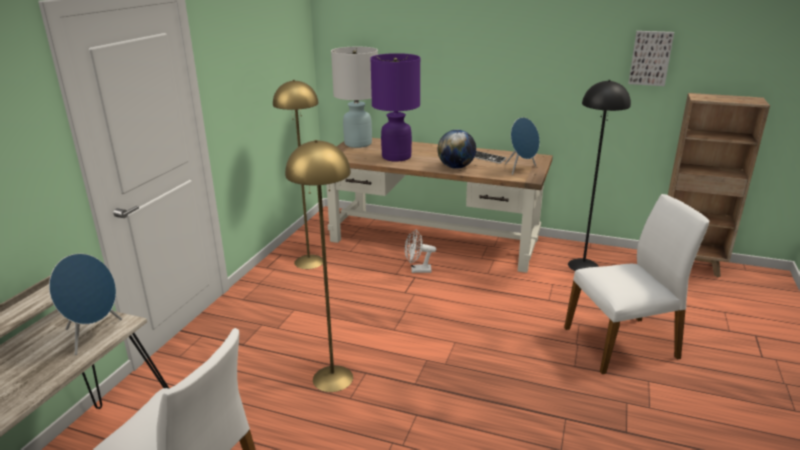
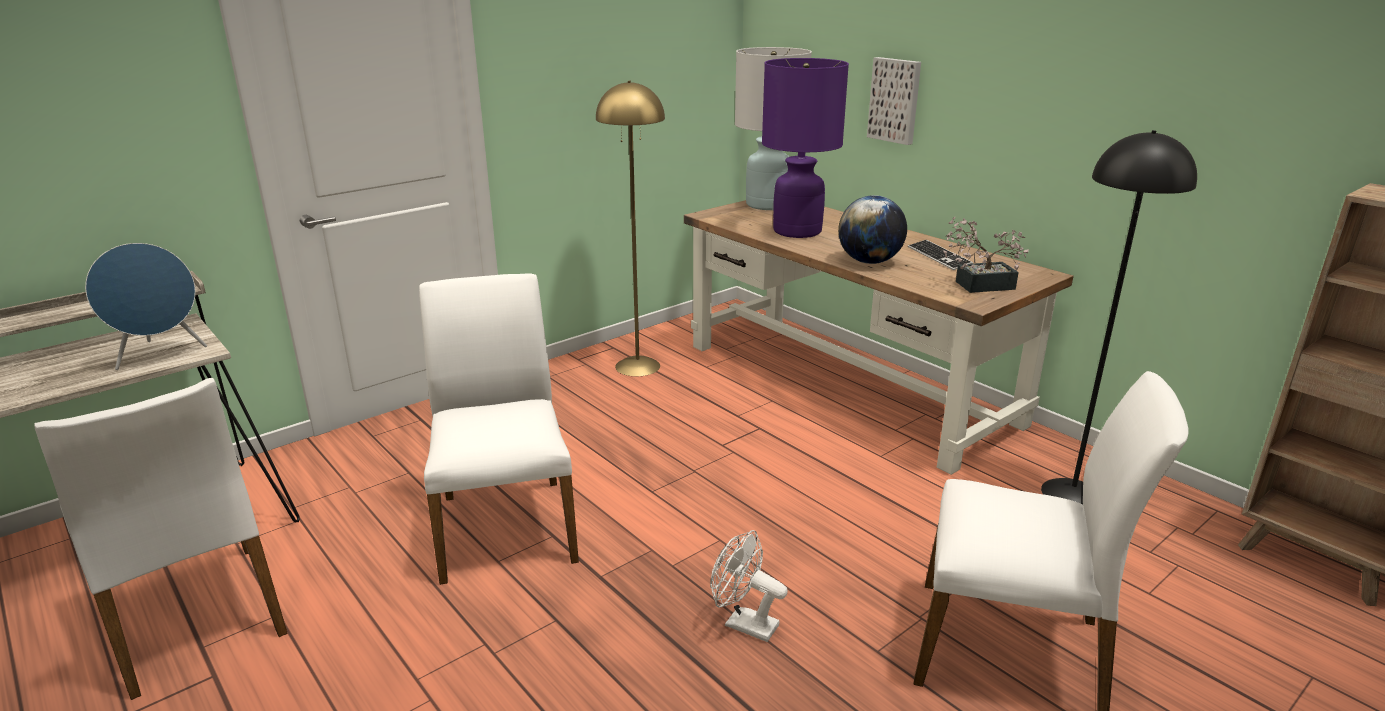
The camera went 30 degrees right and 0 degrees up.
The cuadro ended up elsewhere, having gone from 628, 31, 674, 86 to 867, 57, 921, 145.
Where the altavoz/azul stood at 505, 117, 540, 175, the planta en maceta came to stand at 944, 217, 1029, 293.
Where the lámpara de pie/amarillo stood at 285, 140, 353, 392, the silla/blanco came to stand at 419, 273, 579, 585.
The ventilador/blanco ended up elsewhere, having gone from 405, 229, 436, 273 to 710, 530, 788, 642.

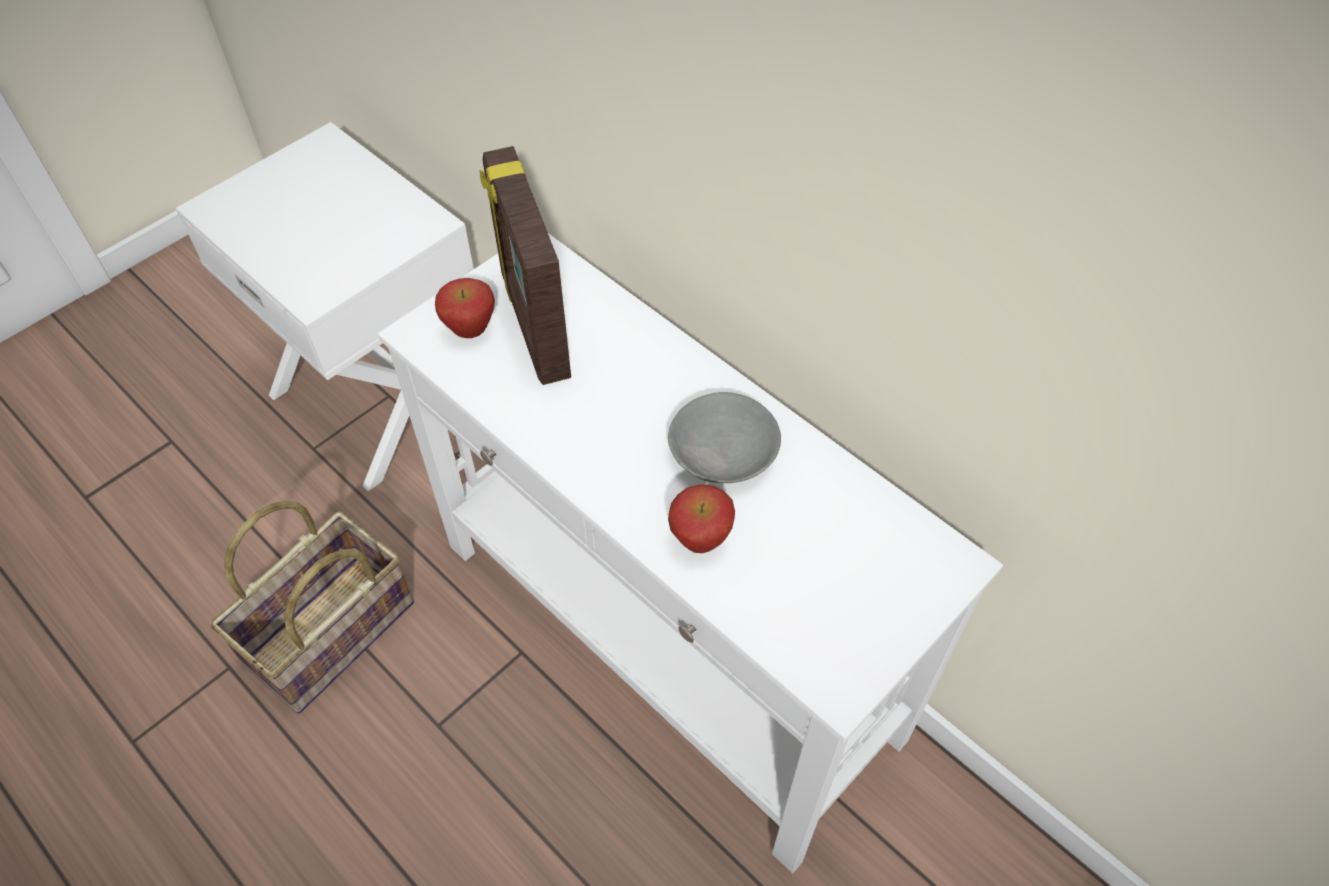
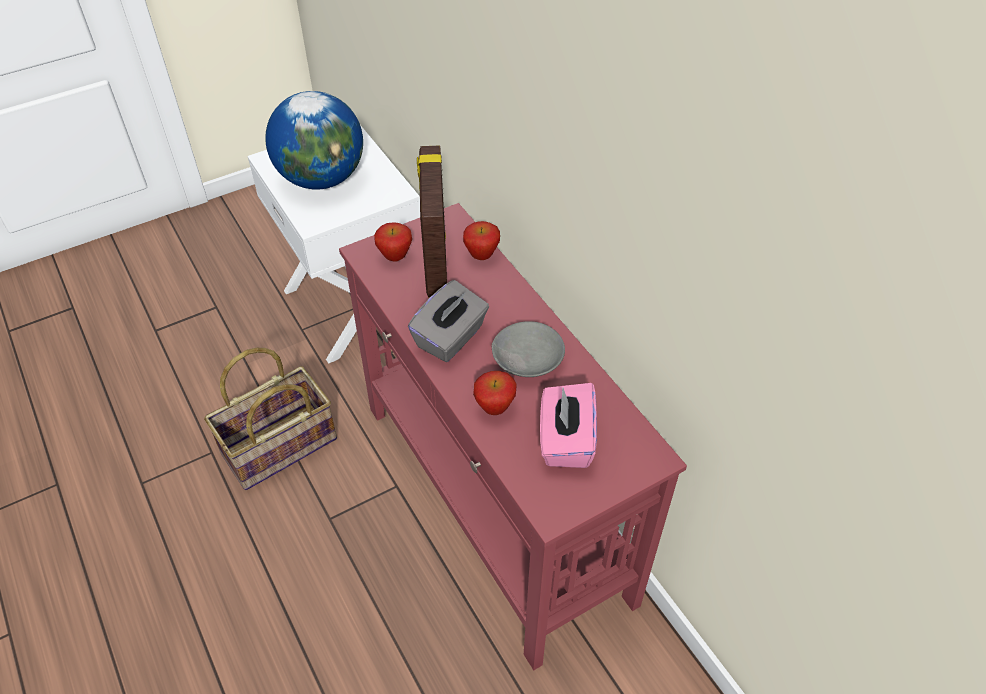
The camera went 15 degrees right and 5 degrees down.
What was the mesa consola/blanco at 378, 233, 1003, 873 turned into the mesa consola/rojo at 339, 203, 687, 670.
The second view gained the globo terráqueo at 265, 91, 363, 190.
The second view gained the manzana at 463, 221, 500, 260.
The second view gained the caja de pañuelos/gris at 408, 280, 489, 362.
The second view gained the caja de pañuelos/rosa at 540, 383, 597, 468.

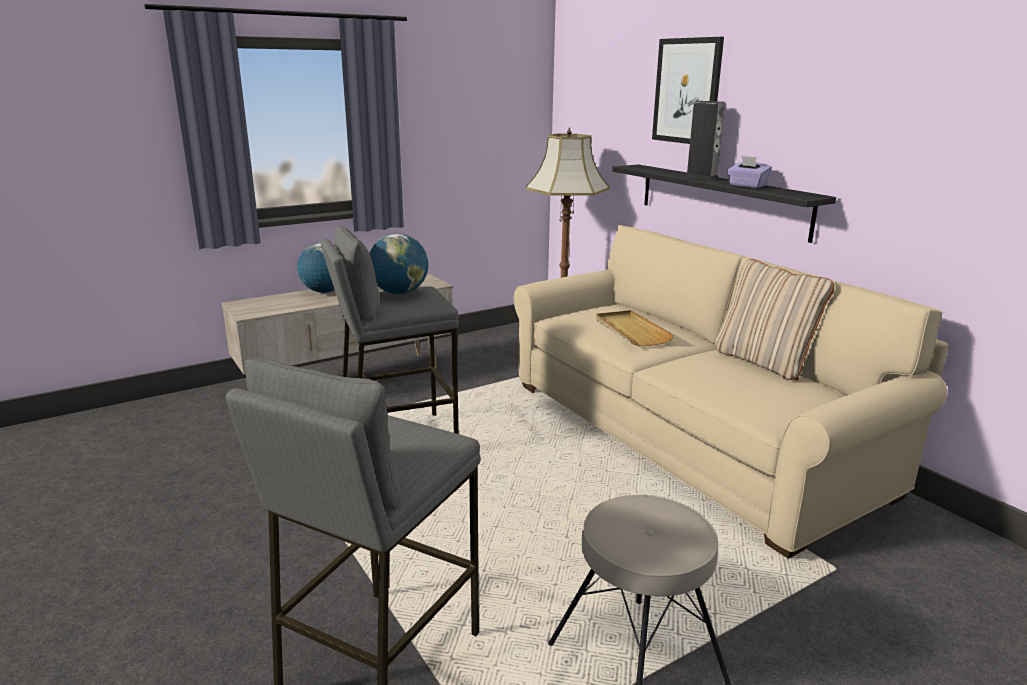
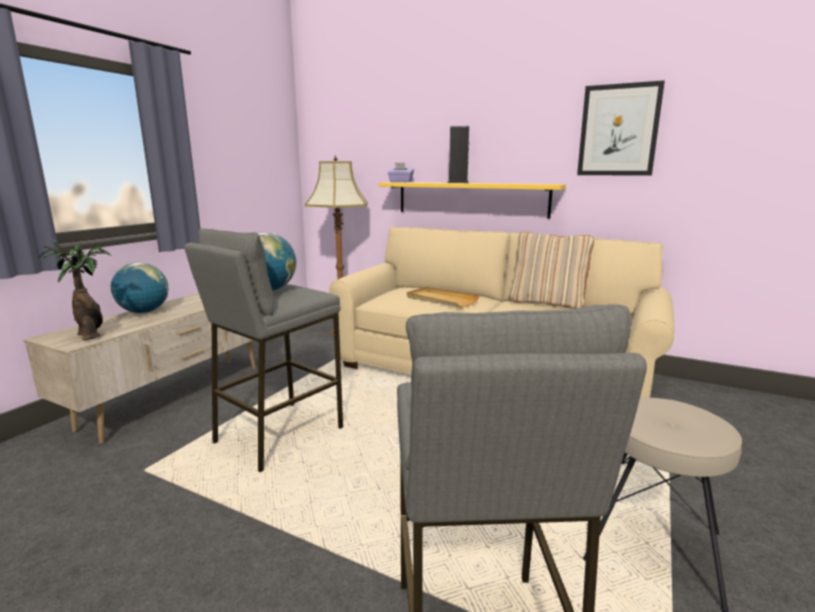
The camera went 30 degrees left and 5 degrees down.
The cuadro ended up elsewhere, having gone from 652, 37, 724, 144 to 577, 80, 665, 176.
The caja de pañuelos/morado ended up elsewhere, having gone from 727, 156, 772, 188 to 387, 163, 414, 182.
What was the estante/negro at 612, 164, 836, 243 turned into the estante/amarillo at 379, 182, 566, 219.
The second view gained the planta en maceta at 37, 239, 112, 340.

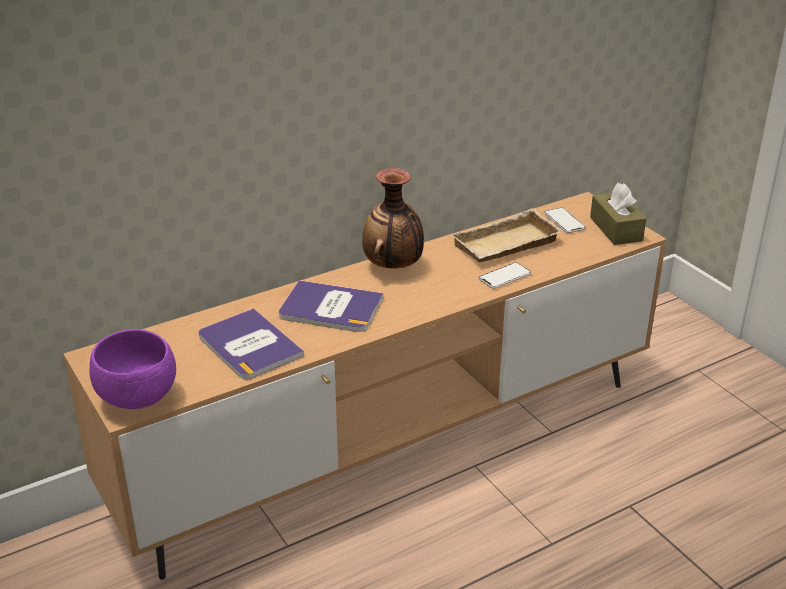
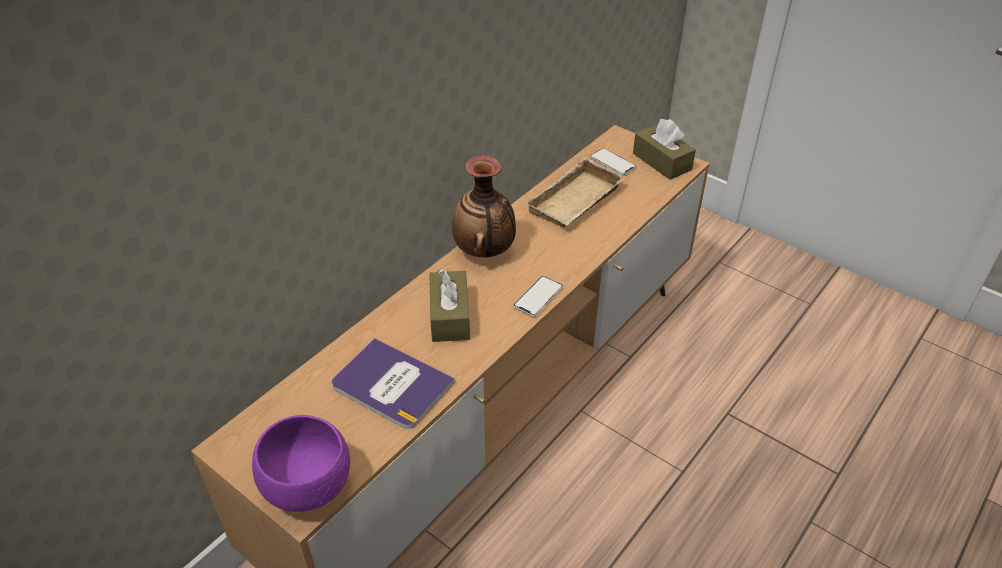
The camera went 20 degrees left and 10 degrees up.
The móvil ended up elsewhere, having gone from 478, 262, 532, 289 to 513, 276, 563, 317.
Where the libro stood at 279, 280, 383, 332, the caja de pañuelos/marrón came to stand at 429, 269, 470, 342.

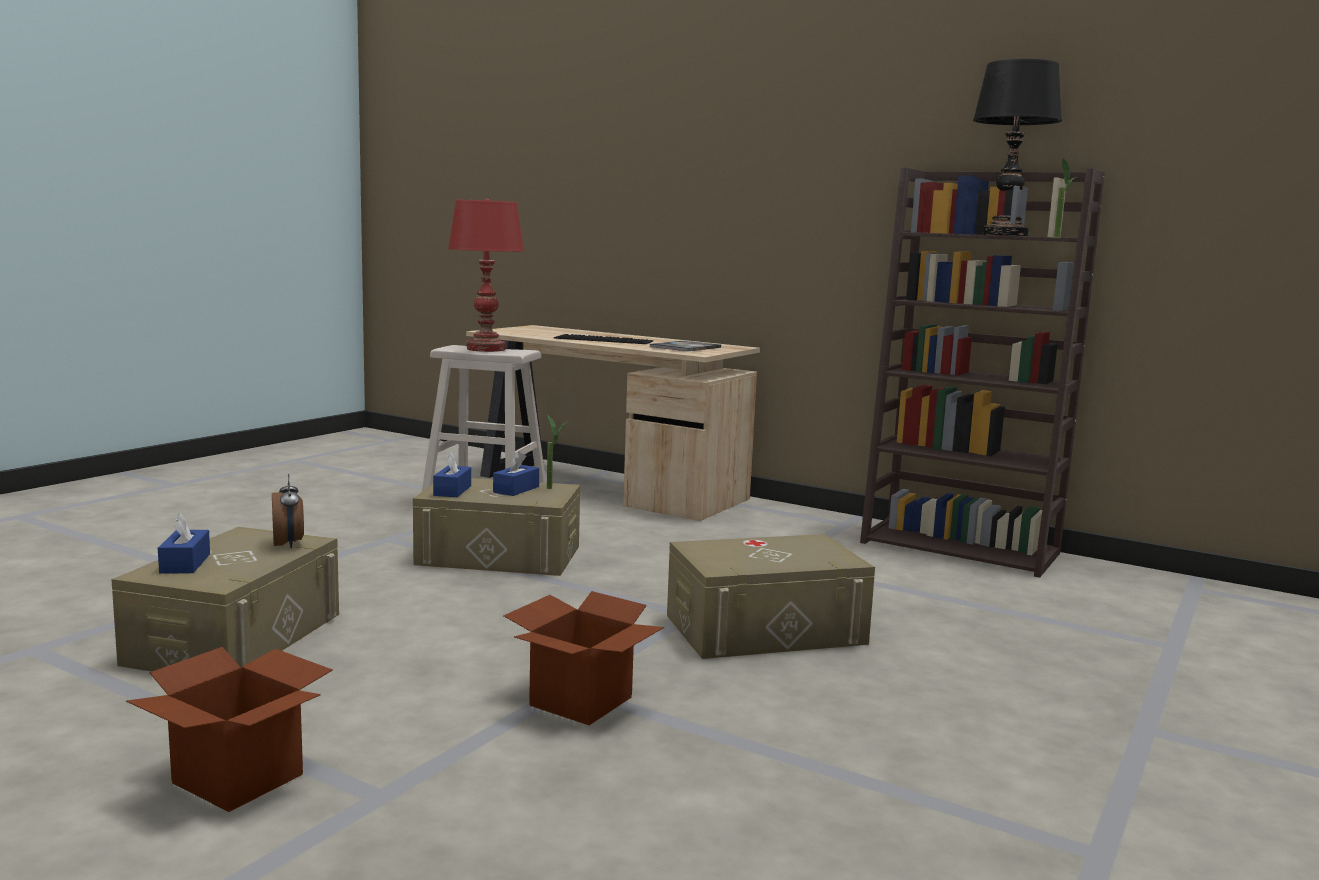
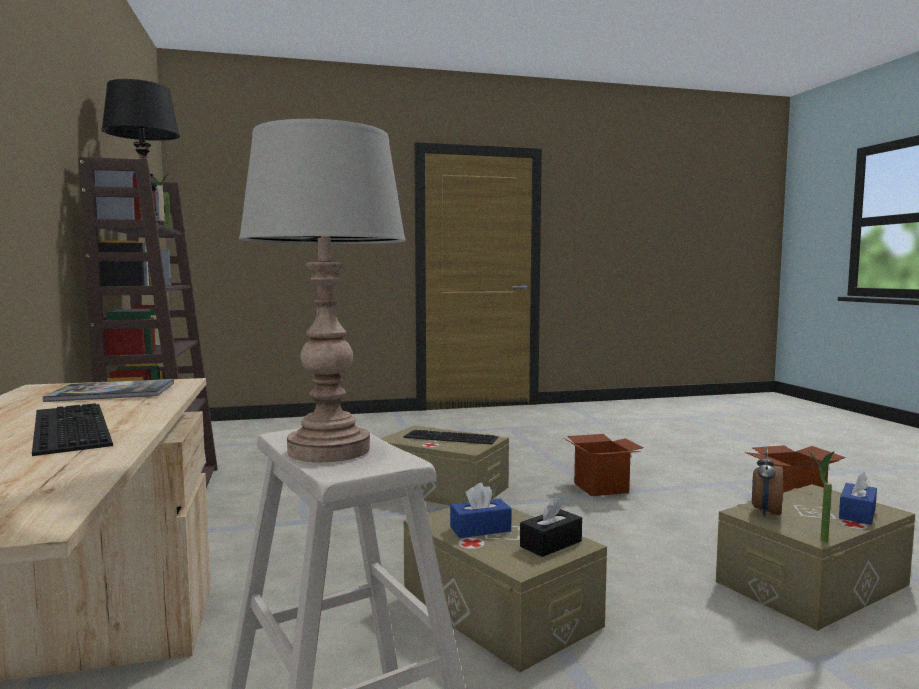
The camera went 135 degrees left and 5 degrees down.
What was the lámpara de mesa/rojo at 448, 199, 524, 352 turned into the lámpara de mesa/gris at 239, 119, 406, 462.
The planta en maceta ended up elsewhere, having gone from 547, 415, 568, 489 to 806, 449, 834, 543.
What was the caja de pañuelos/azul at 433, 452, 471, 497 turned into the caja de pañuelos/negro at 520, 496, 582, 557.
The second view gained the teclado at 403, 430, 498, 444.

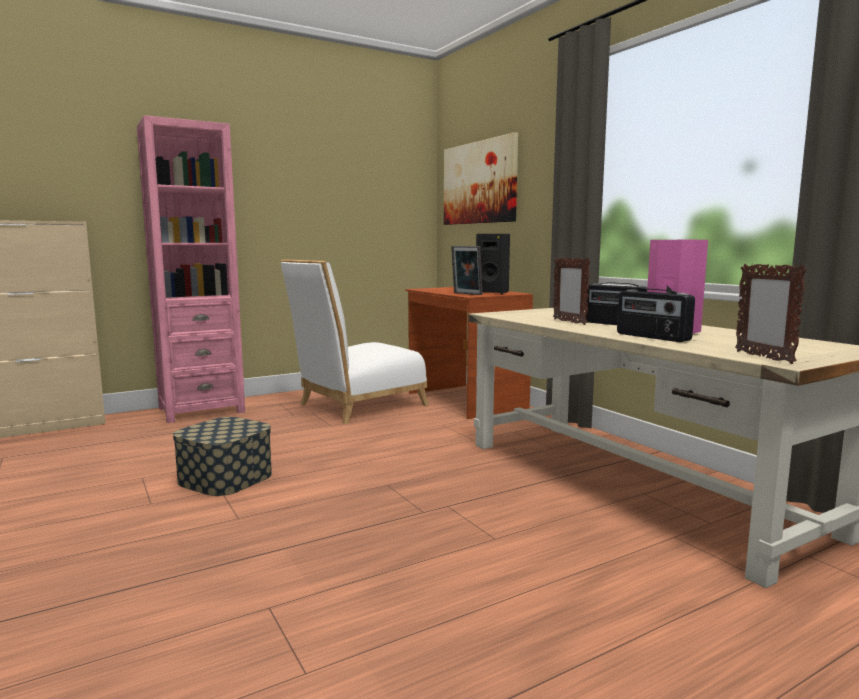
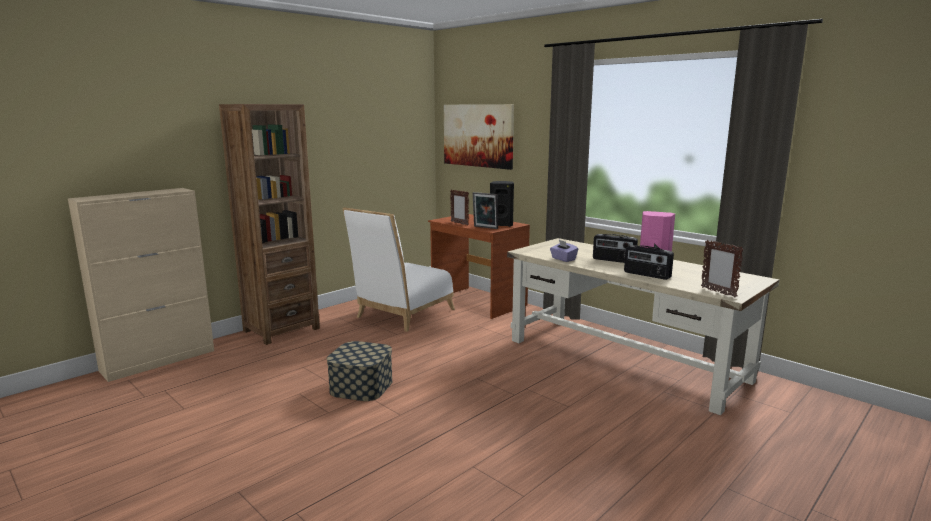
The camera went 15 degrees left and 5 degrees up.
What was the estantería/rosa at 137, 115, 245, 423 turned into the estantería/marrón at 219, 104, 320, 345.
The portarretratos ended up elsewhere, having gone from 553, 258, 590, 325 to 450, 189, 469, 226.
The second view gained the caja de pañuelos/morado at 550, 240, 578, 262.

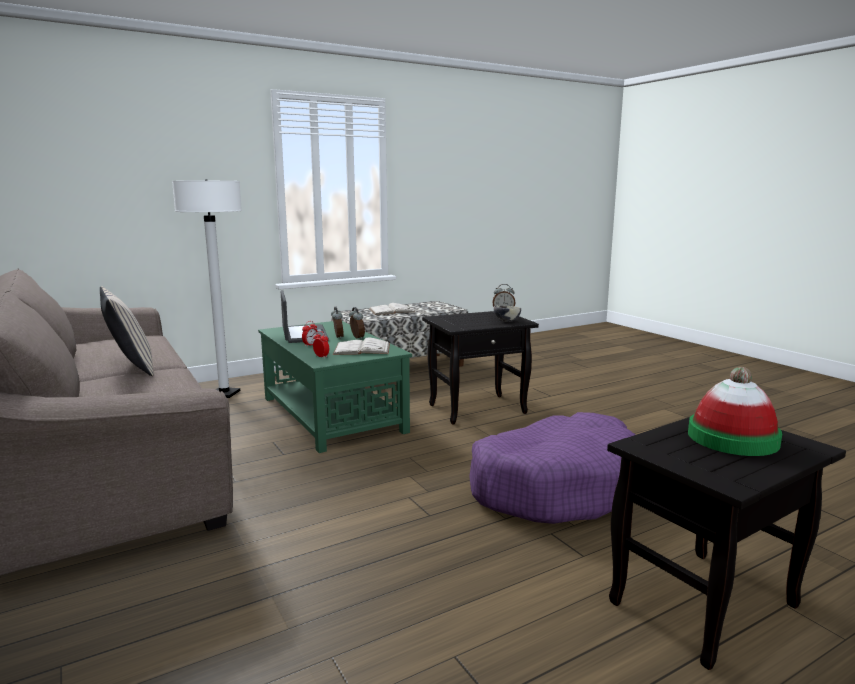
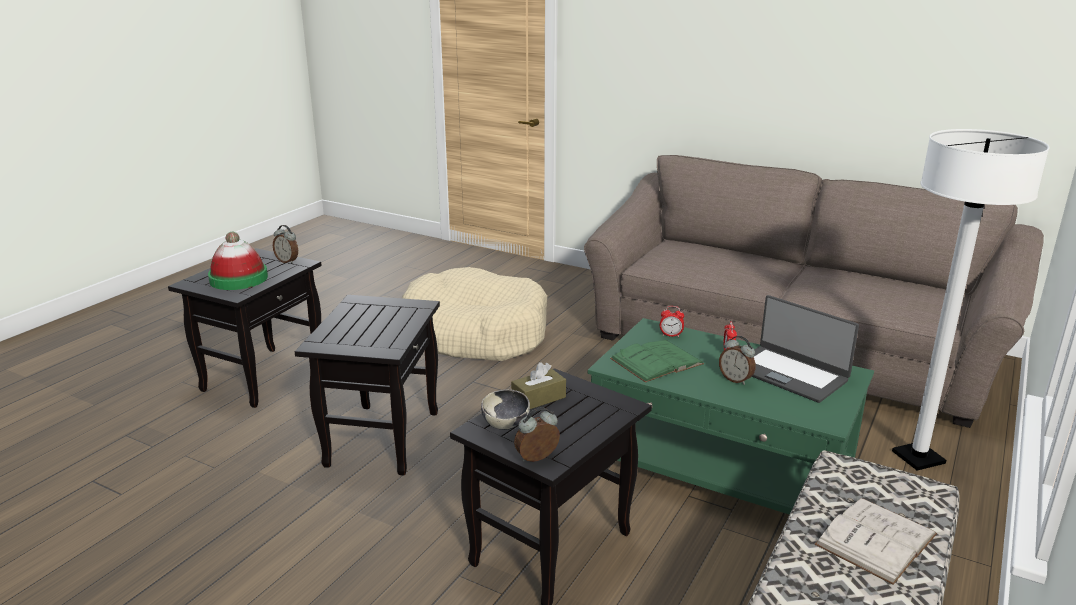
The camera went 150 degrees right and 10 degrees up.
The second view lost the cojín/beis at 100, 286, 154, 376.
The despertador ended up elsewhere, having gone from 349, 307, 365, 339 to 273, 225, 298, 264.
What was the libro/blanco at 333, 337, 390, 355 turned into the libro/verde at 610, 340, 704, 383.
Where the cama para perro/morado stood at 469, 412, 636, 524, the mesa auxiliar/negro came to stand at 295, 295, 440, 475.
The second view gained the cama para perro/beis at 402, 267, 547, 361.
The second view gained the caja de pañuelos/marrón at 511, 362, 566, 409.

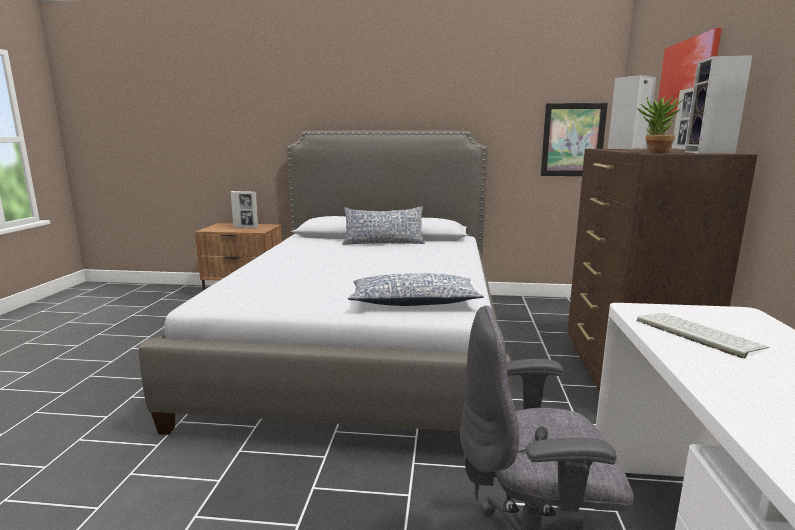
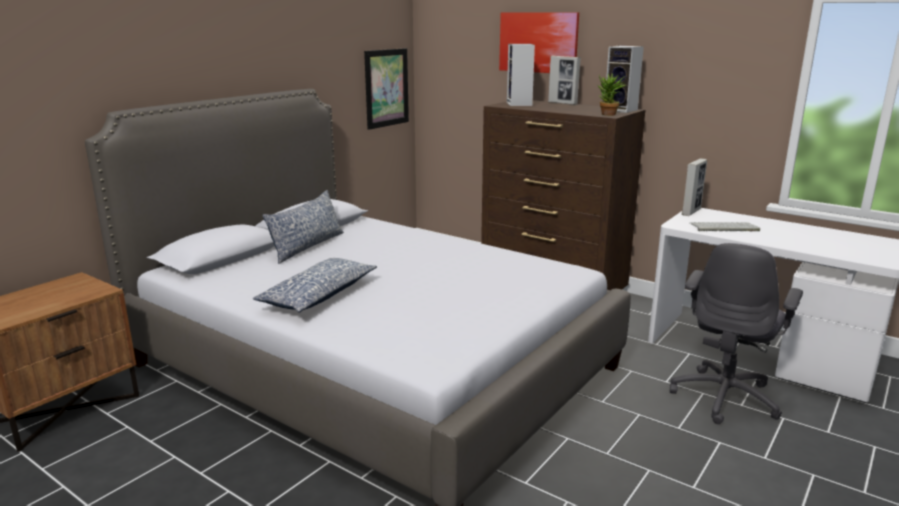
The camera went 60 degrees left and 5 degrees up.
The portarretratos ended up elsewhere, having gone from 231, 191, 258, 228 to 682, 158, 707, 216.
The cojín ended up elsewhere, having gone from 348, 273, 484, 306 to 253, 258, 377, 313.

